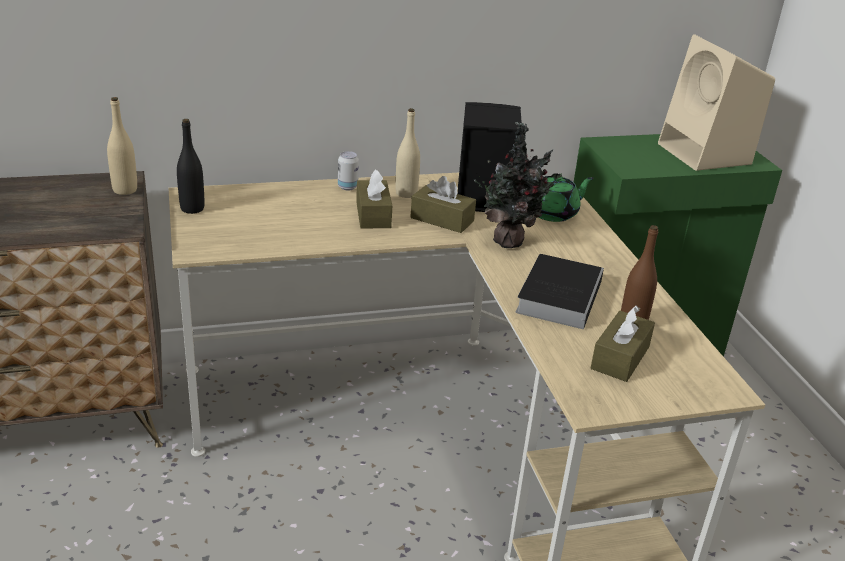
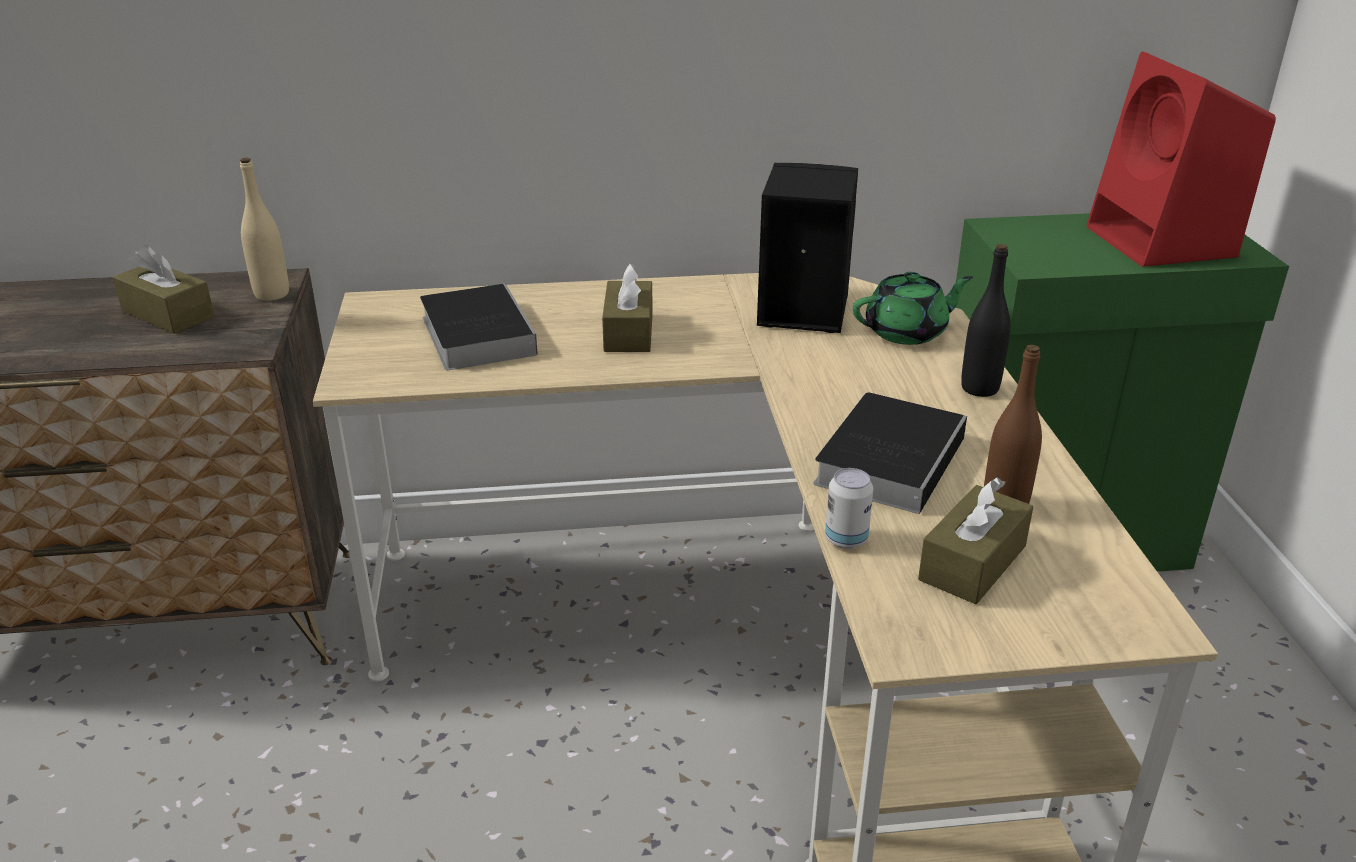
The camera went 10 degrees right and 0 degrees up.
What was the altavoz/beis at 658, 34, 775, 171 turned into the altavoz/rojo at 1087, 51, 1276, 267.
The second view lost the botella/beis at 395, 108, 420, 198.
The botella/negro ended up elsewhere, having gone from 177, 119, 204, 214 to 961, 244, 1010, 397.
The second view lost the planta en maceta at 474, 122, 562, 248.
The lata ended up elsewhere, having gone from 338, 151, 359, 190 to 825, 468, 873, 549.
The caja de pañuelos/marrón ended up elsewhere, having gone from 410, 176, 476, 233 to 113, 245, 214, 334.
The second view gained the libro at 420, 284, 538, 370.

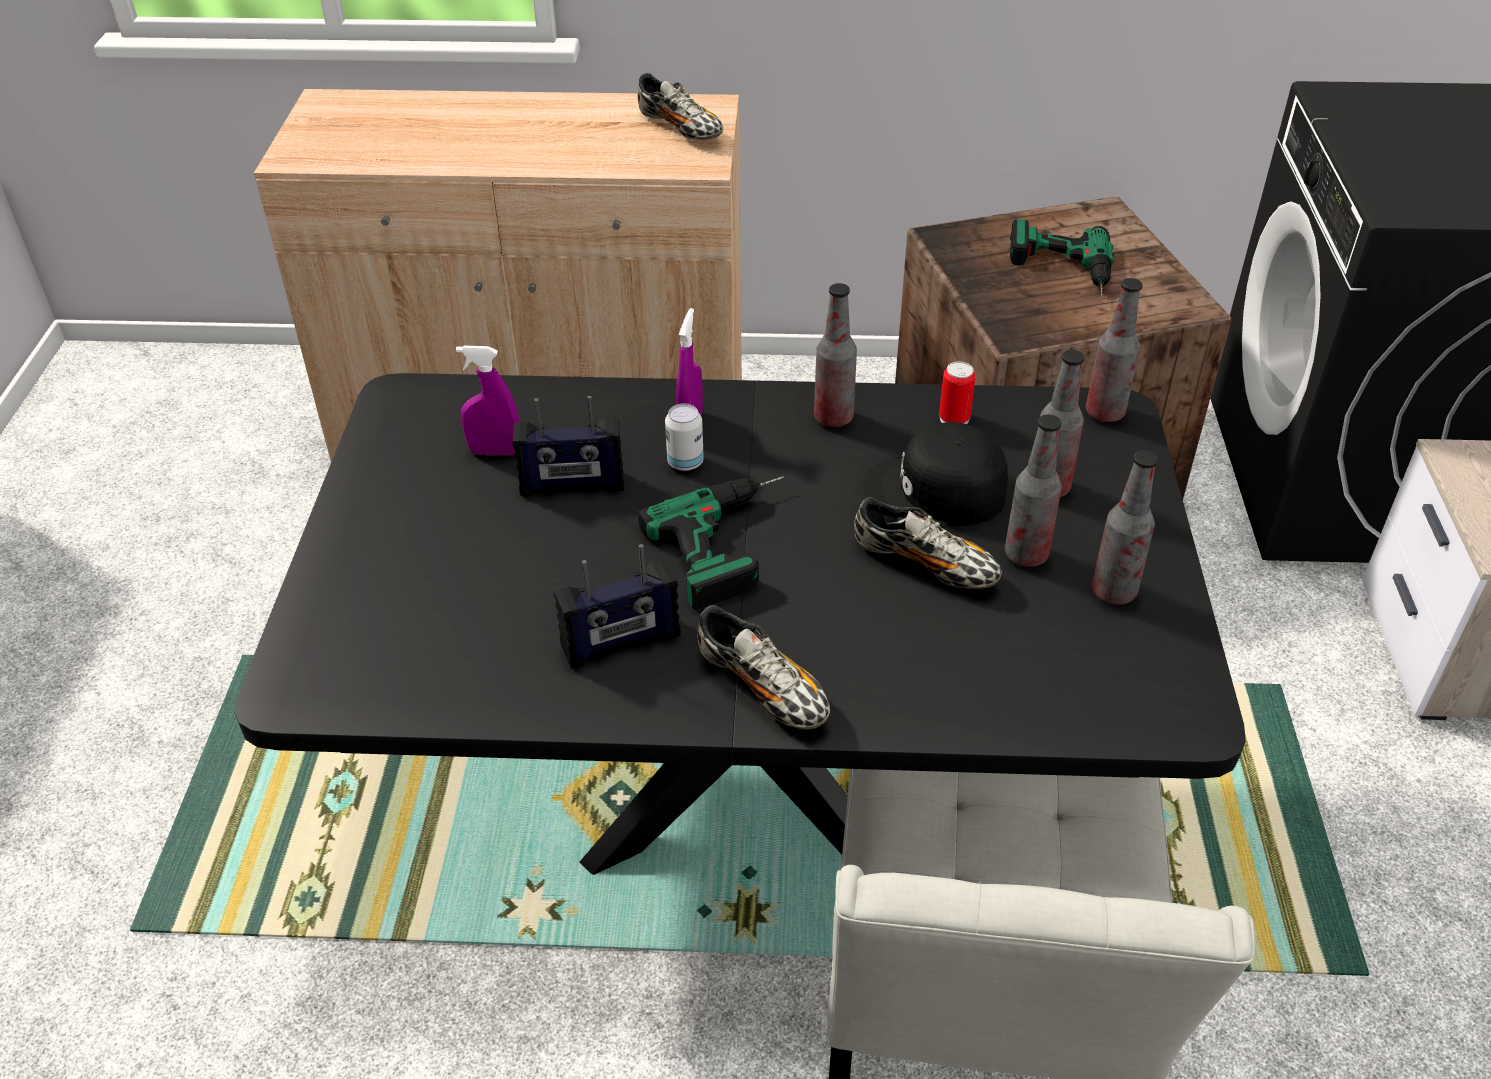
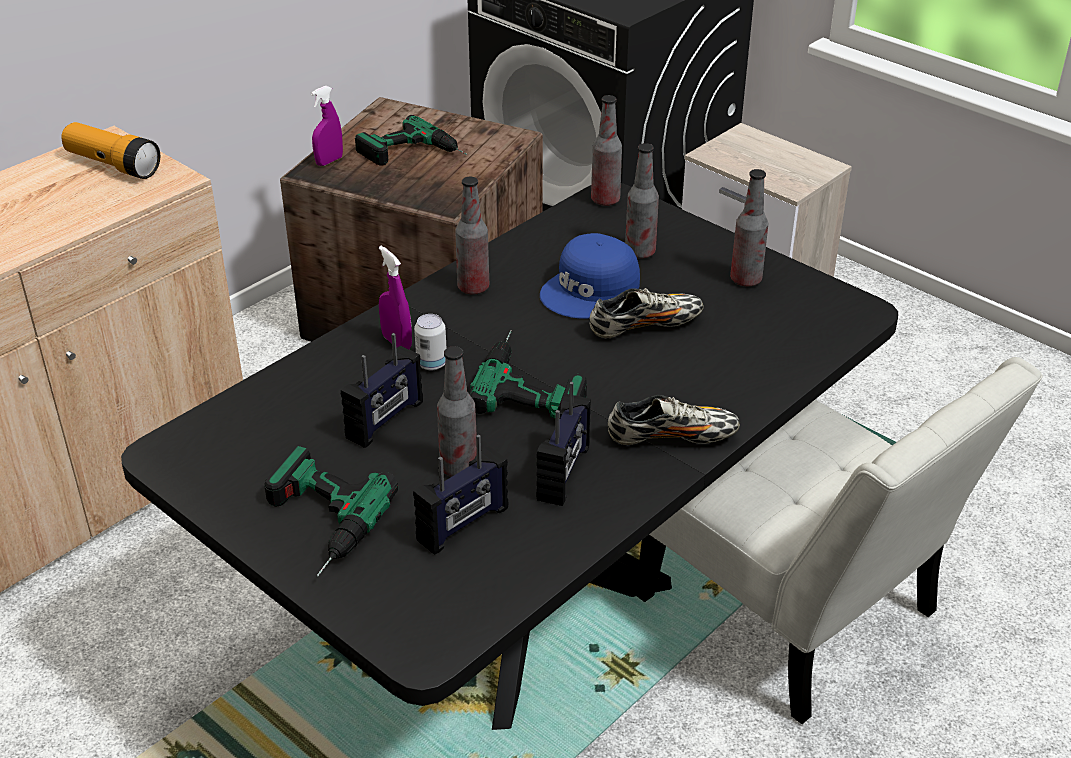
The camera went 50 degrees left and 5 degrees down.
Where the zapato stood at 638, 73, 723, 140, the linterna came to stand at 61, 122, 160, 179.
The pulverizador/morado ended up elsewhere, having gone from 456, 346, 519, 455 to 311, 86, 343, 166.
The second view lost the lata at 939, 362, 976, 424.
The botella ended up elsewhere, having gone from 1005, 414, 1062, 567 to 437, 346, 477, 477.
What was the gorra/negro at 862, 422, 1008, 526 turned into the gorra/azul at 540, 233, 640, 319.
The second view gained the radio at 413, 434, 508, 555.
The second view gained the taladro at 264, 446, 398, 576.

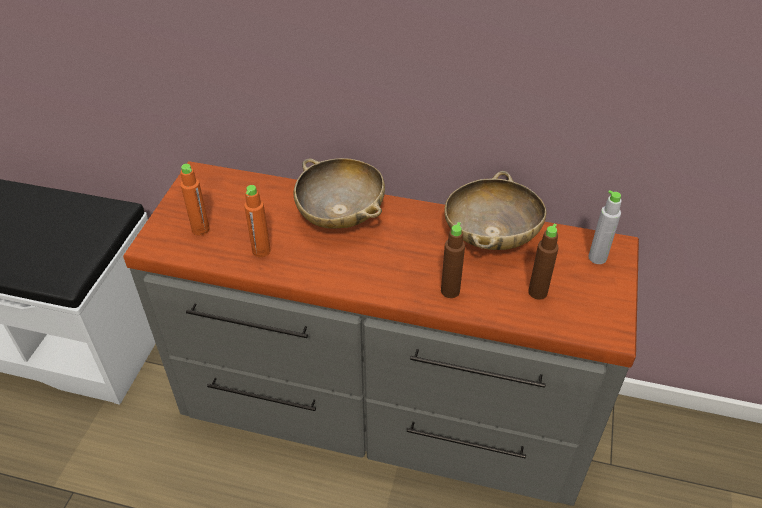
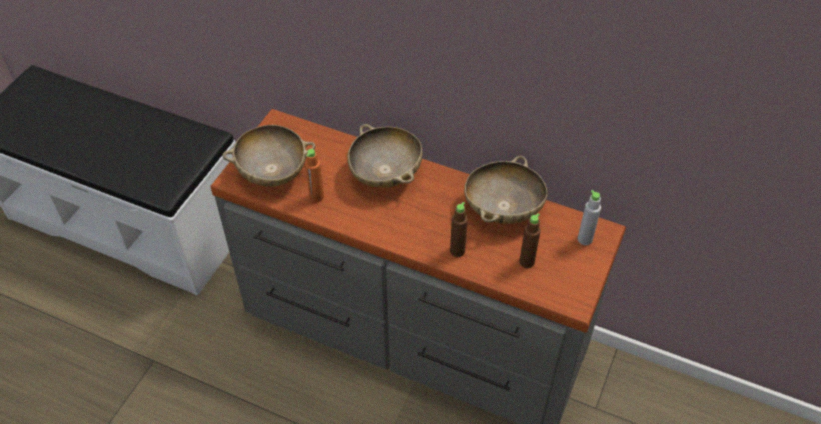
The camera went 10 degrees right and 5 degrees up.
Where the botella/naranja stood at 180, 164, 210, 235, the cuenco/beis came to stand at 223, 125, 315, 187.

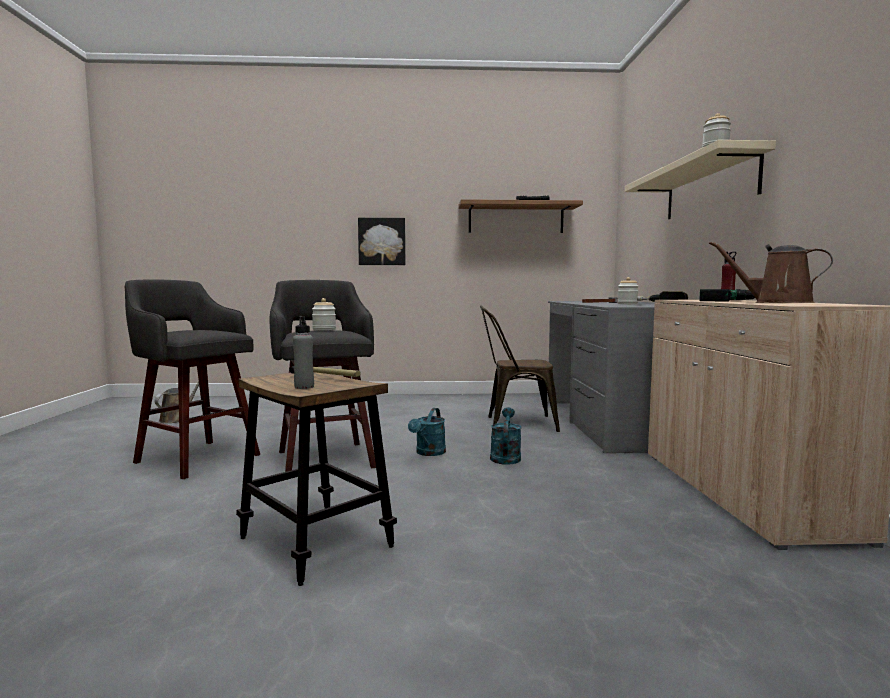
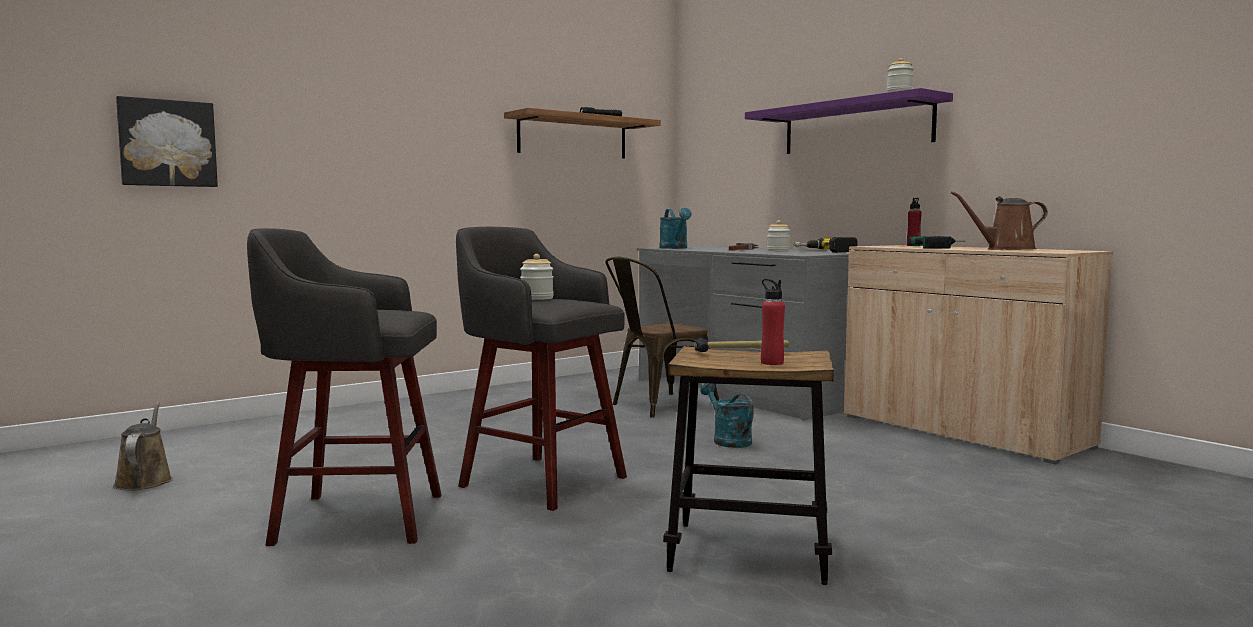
The camera went 35 degrees left and 0 degrees up.
What was the estante/beis at 625, 140, 776, 219 turned into the estante/morado at 745, 88, 953, 154.
The cuadro ended up elsewhere, having gone from 358, 218, 405, 265 to 116, 96, 218, 187.
What was the botella/gris at 293, 316, 314, 389 turned into the botella/rojo at 761, 279, 785, 365.
The regadera/turquesa ended up elsewhere, having gone from 408, 408, 446, 456 to 659, 208, 692, 249.

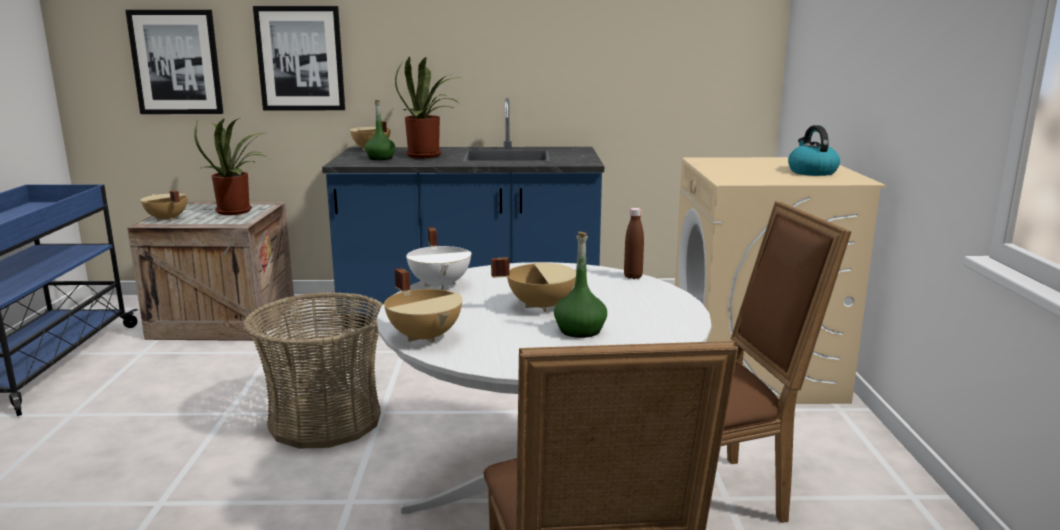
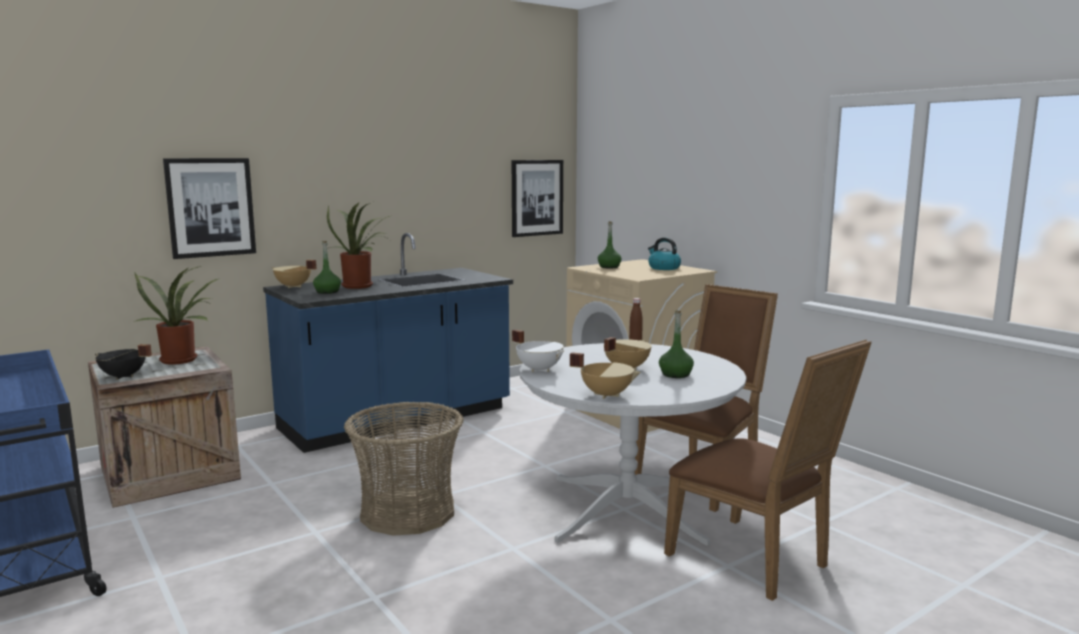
The camera went 35 degrees left and 5 degrees down.
The cuadro ended up elsewhere, having gone from 125, 10, 223, 114 to 512, 160, 563, 237.
What was the olla/beis at 141, 190, 188, 221 turned into the olla/negro at 95, 344, 152, 380.
The second view gained the botella/verde at 598, 221, 622, 269.

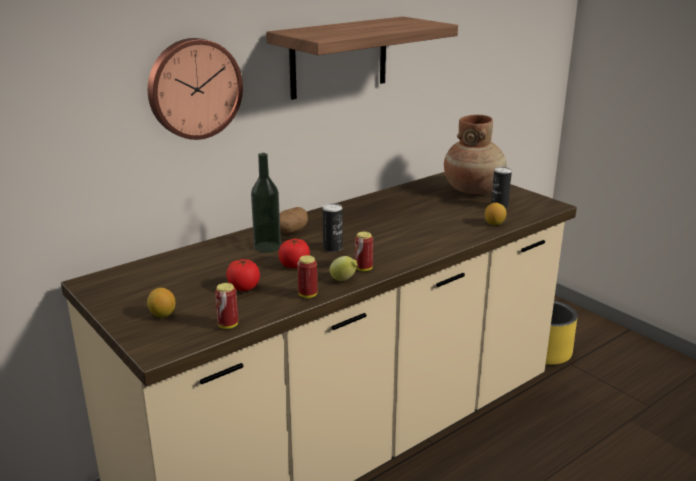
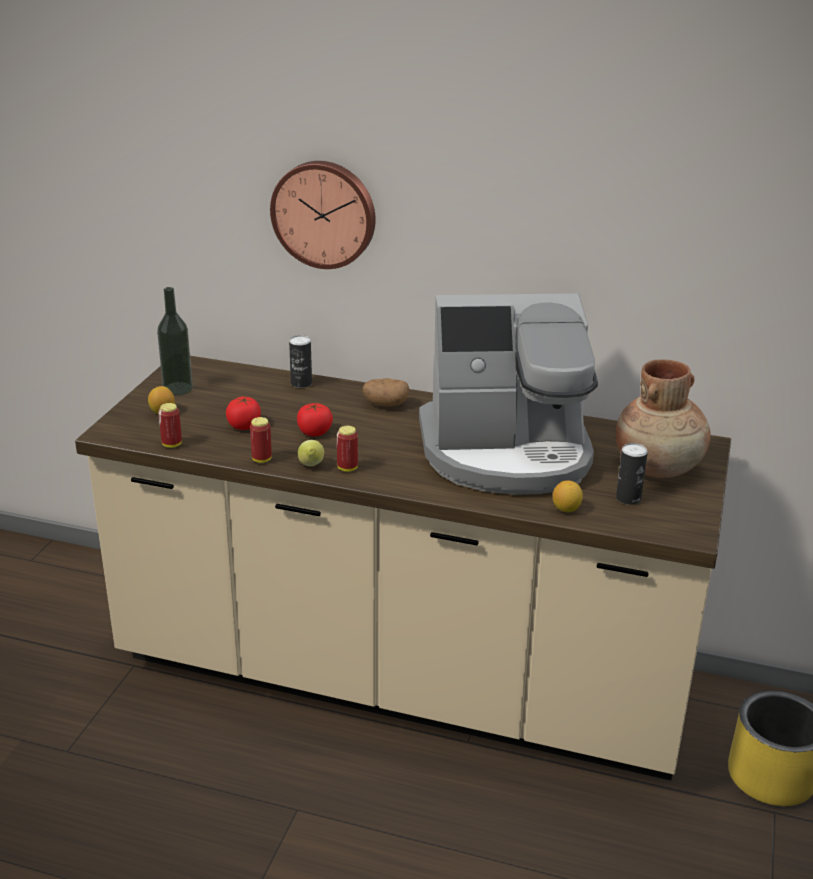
The camera went 55 degrees right and 5 degrees up.
The second view lost the estante at 266, 17, 458, 99.
The botella ended up elsewhere, having gone from 251, 153, 281, 253 to 157, 287, 193, 395.
The lata ended up elsewhere, having gone from 322, 203, 343, 252 to 289, 335, 312, 388.
The second view gained the cafetera at 419, 293, 598, 495.

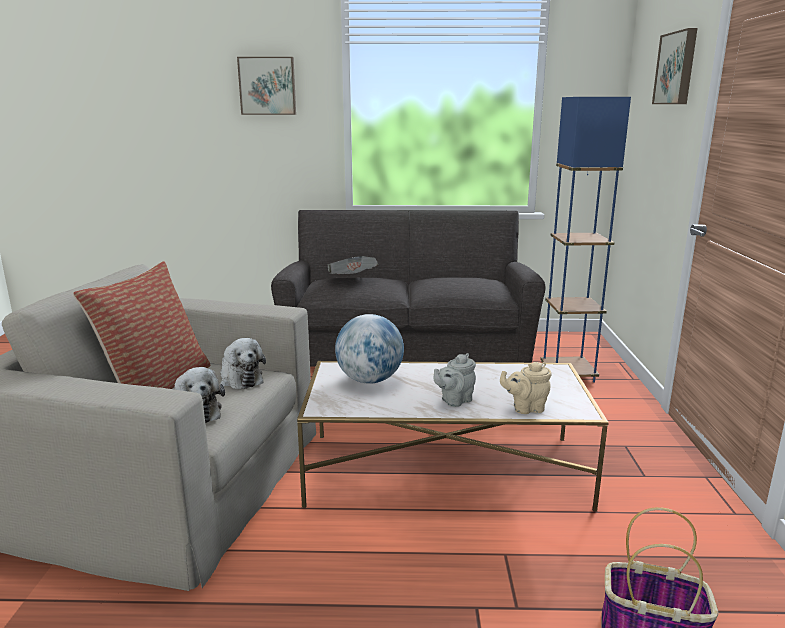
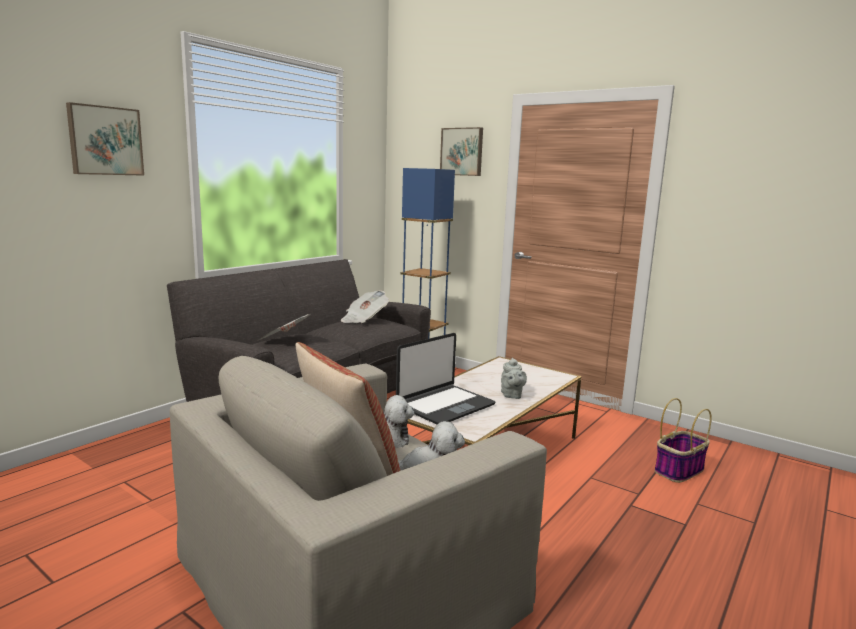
The camera went 55 degrees left and 5 degrees down.
Where the globo terráqueo stood at 335, 314, 404, 384, the portátil came to stand at 396, 333, 495, 424.
The second view lost the tetera/beis at 500, 362, 551, 414.
The second view gained the periódico at 341, 290, 389, 323.

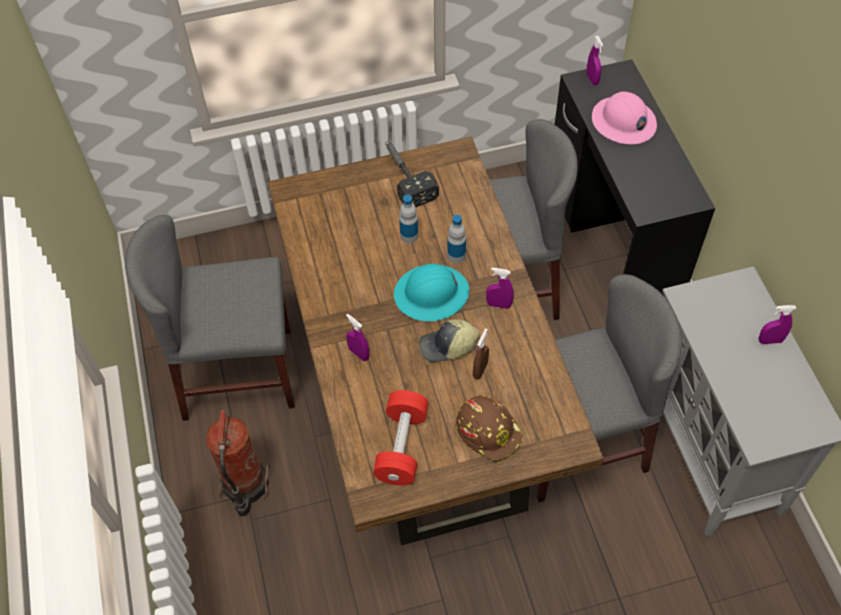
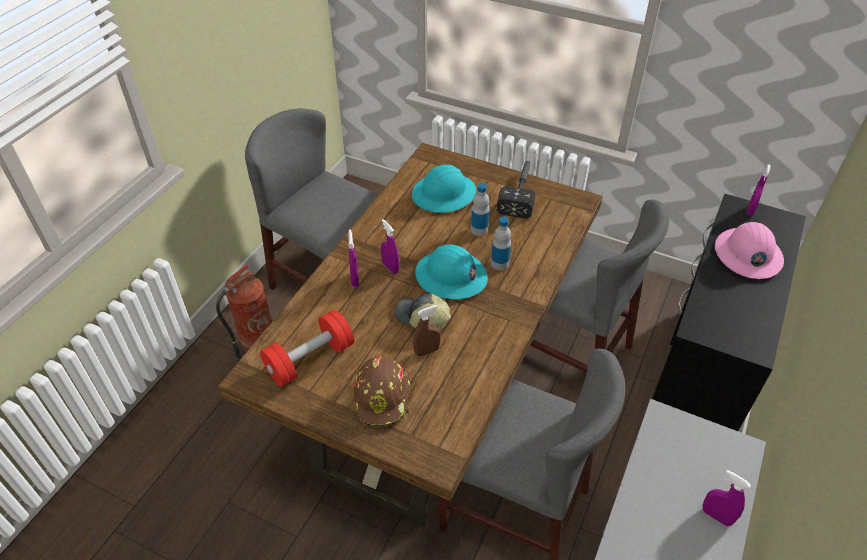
The camera went 40 degrees right and 10 degrees down.
The pulverizador/morado ended up elsewhere, having gone from 486, 268, 514, 309 to 381, 219, 399, 274.
The second view gained the casco/turquesa at 412, 165, 476, 213.

